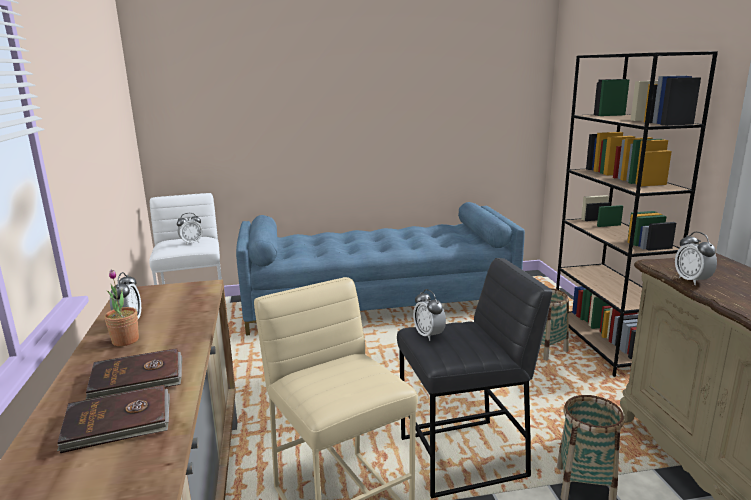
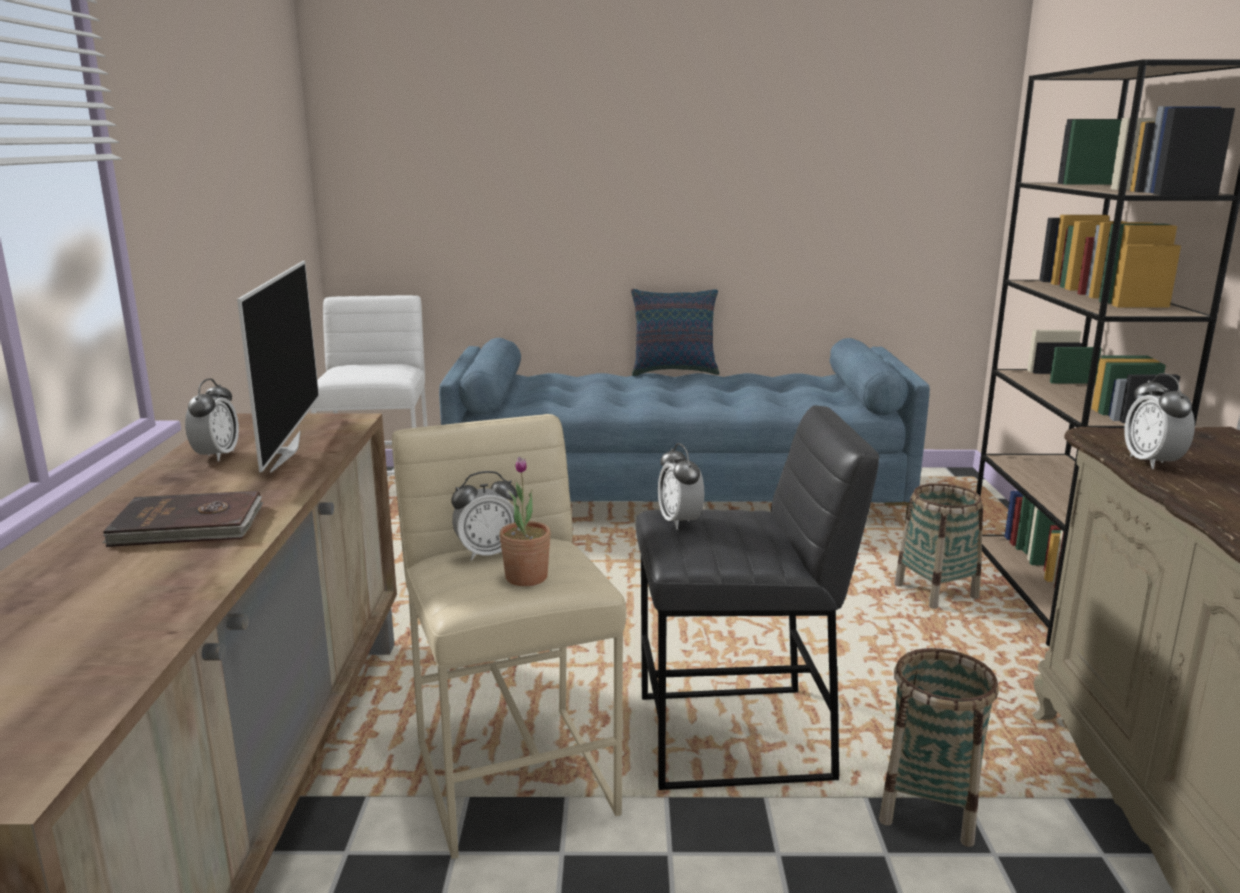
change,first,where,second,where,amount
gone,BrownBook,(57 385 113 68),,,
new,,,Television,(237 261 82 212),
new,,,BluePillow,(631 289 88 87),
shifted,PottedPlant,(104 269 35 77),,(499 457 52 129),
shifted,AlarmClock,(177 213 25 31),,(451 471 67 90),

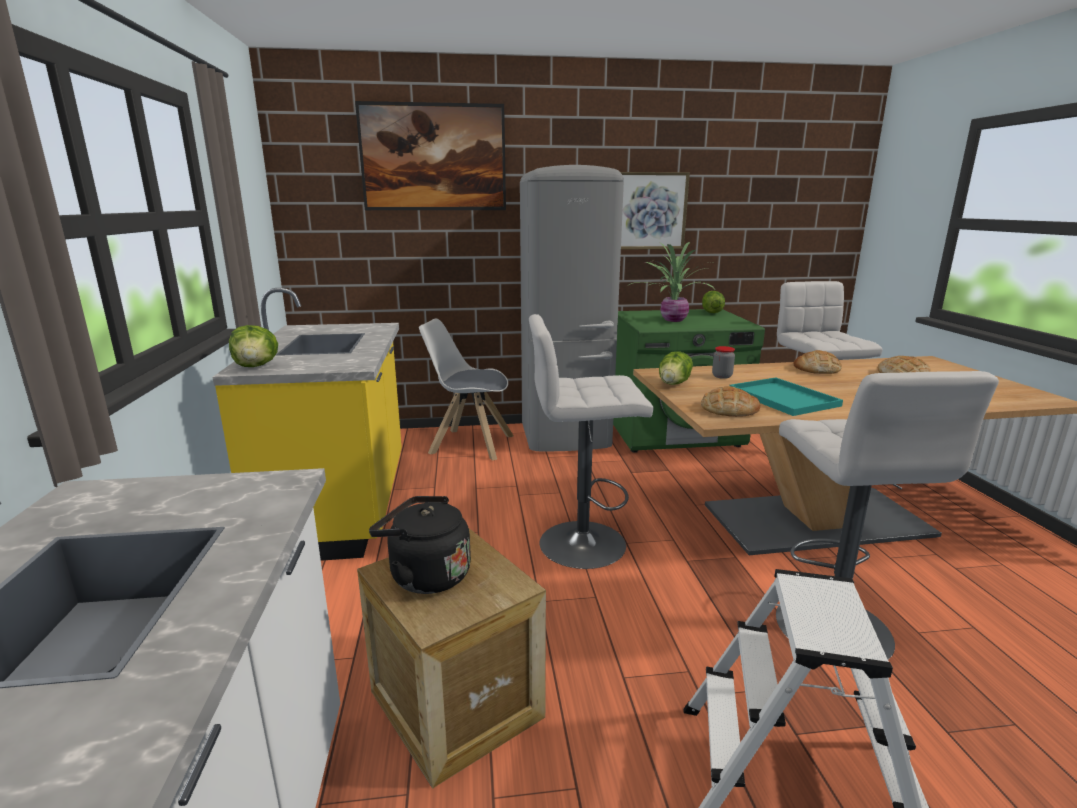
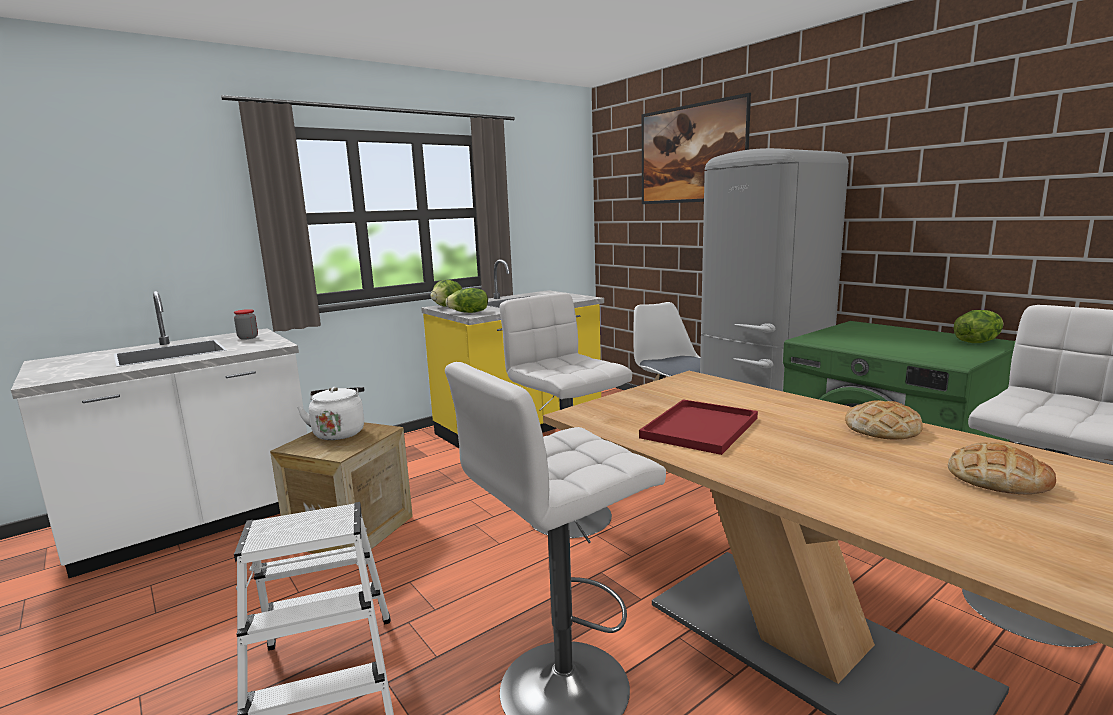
change,first,where,second,where,amount
gone,Picture,(621 172 69 78),,,
gone,PottedPlant,(627 242 88 80),,,
gone,Bread,(701 386 59 31),,,
shifted,Lettuce,(659 351 34 34),,(445 288 43 25),
shifted,Jar,(712 346 23 33),,(234 309 24 31),
repainted,BlackKettle,(369 496 102 98),WhiteKettle,(297 387 67 53),
repainted,TurquoiseTray,(729 377 114 39),RedTray,(639 399 119 56),

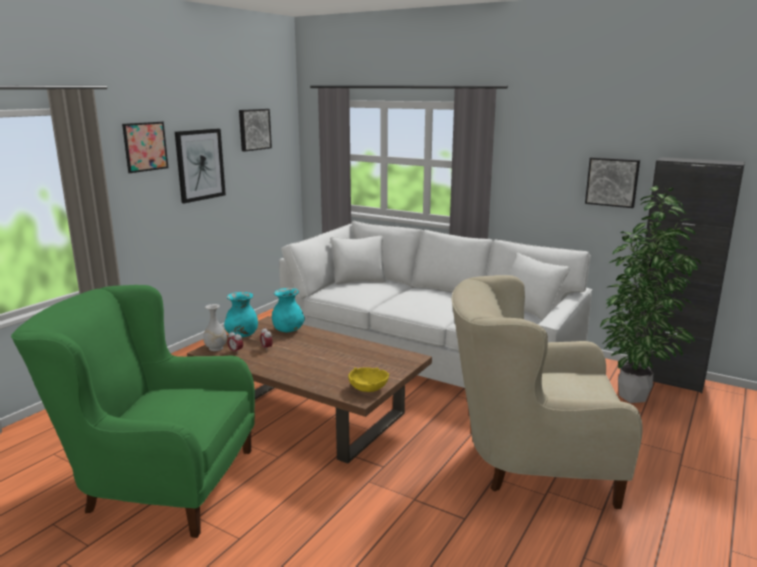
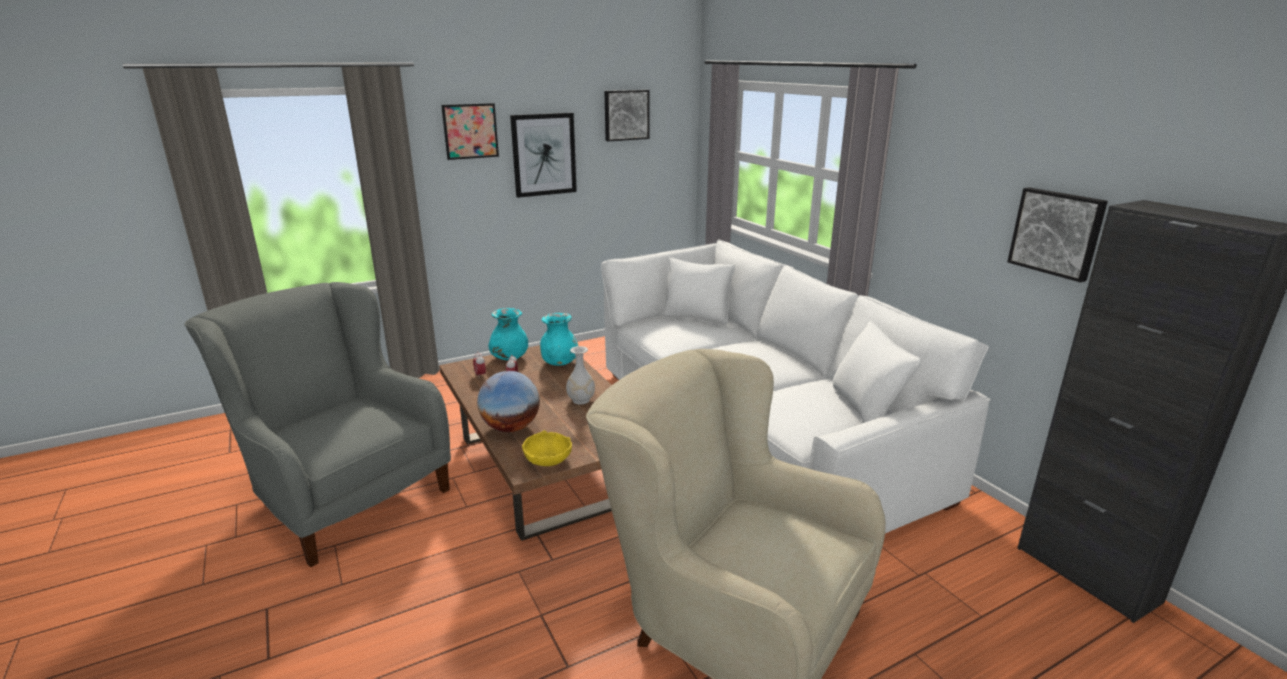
change,first,where,second,where,amount
gone,PottedPlant,(600 186 102 217),,,
new,,,Globe,(477 371 63 61),
shifted,WhiteVase,(203 304 24 47),,(566 346 29 59),
repainted,GreenArmchair,(11 285 244 253),GreyArmchair,(184 282 267 285),

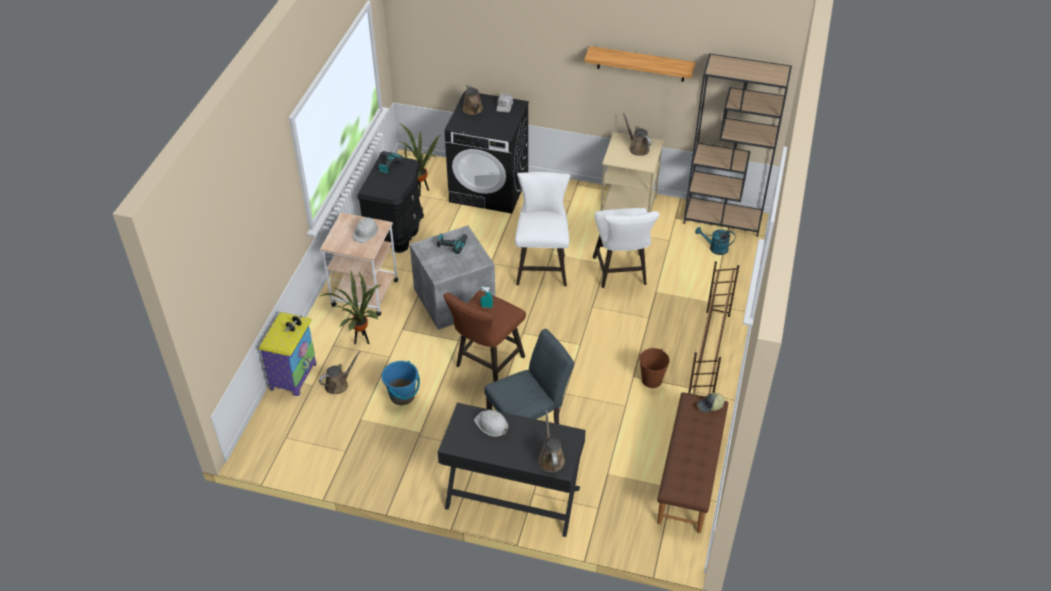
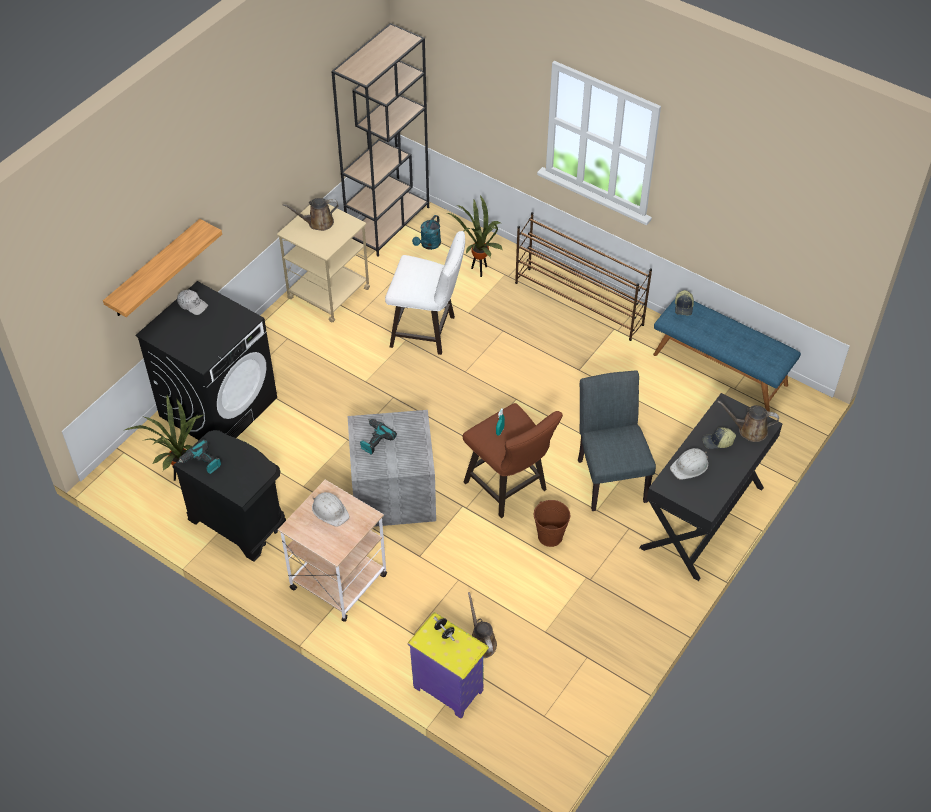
change,first,where,second,where,amount
gone,BlueBucket,(381 361 39 44),,,
gone,BrownWateringCan,(463 84 20 31),,,
gone,WhiteStool,(515 172 56 114),,,
new,,,Cap,(703 428 33 21),
shifted,PottedPlant,(320 270 61 74),,(447 195 56 82),
shifted,Shelf,(584 46 111 36),,(103 219 119 98),
shifted,BrownBucket,(639 348 31 40),,(534 500 36 47),
repainted,BrownBench,(657 392 71 141),BlueBench,(653 299 148 113),

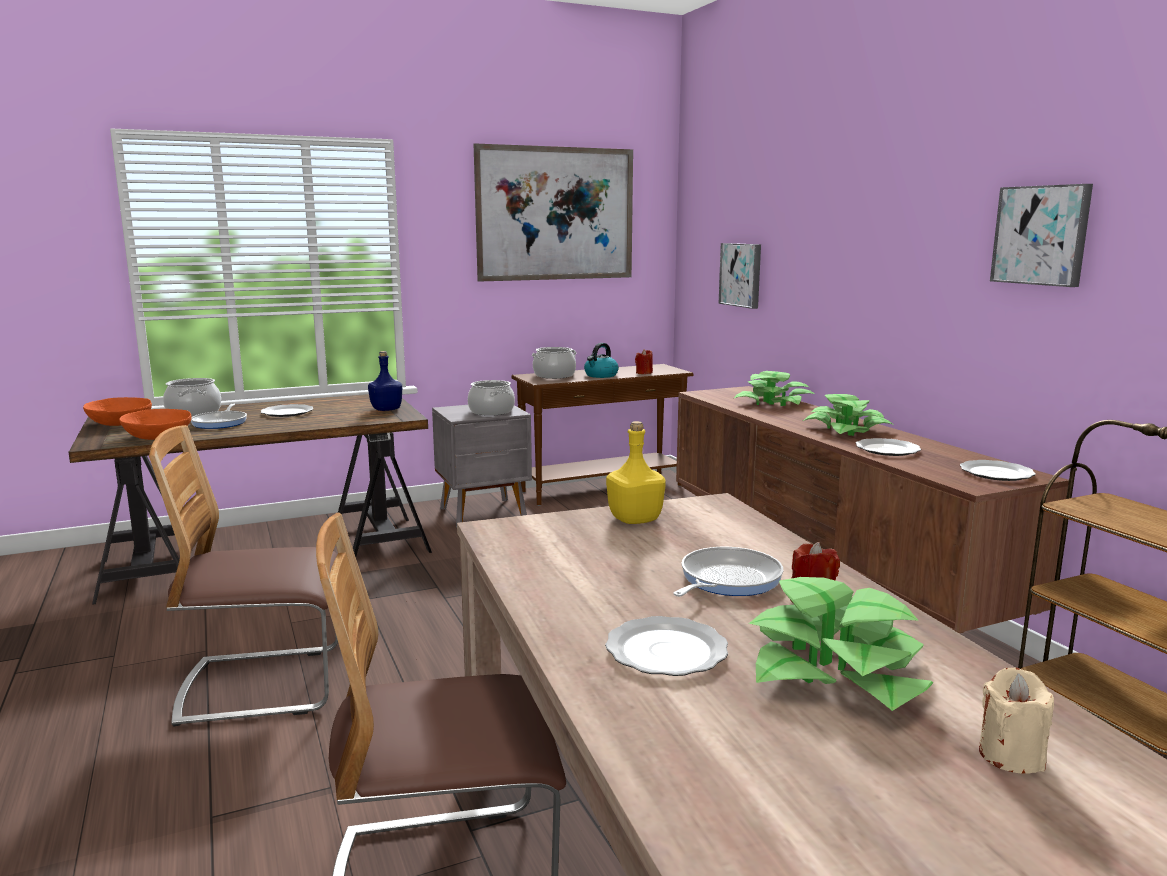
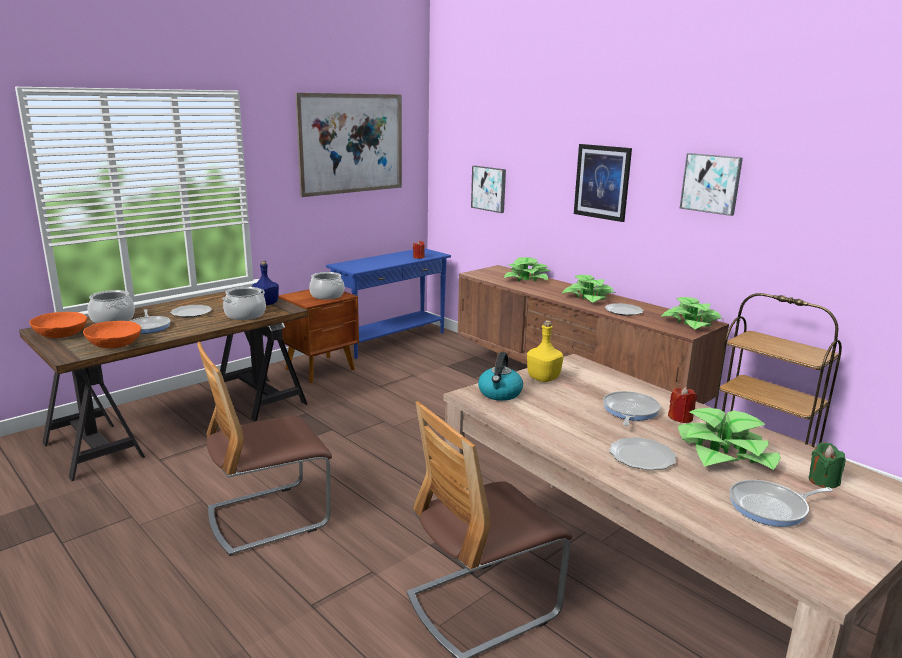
change,first,where,second,where,amount
new,,,Picture,(574 144 58 78),
new,,,FryingPan,(729 480 104 47),
shifted,CookingPot,(532 347 45 32),,(222 287 44 33),
shifted,Kettle,(584 343 35 35),,(478 352 45 49),
swapped,Plate,(960 460 76 21),PottedPlant,(661 297 62 32),
repainted,GreyNightstand,(432 405 100 123),BrownNightstand,(278 289 81 94),
repainted,BrownConsoleTable,(512 364 181 142),BlueConsoleTable,(326 248 125 111),
repainted,BeigeCandle,(979 667 75 107),GreenCandle,(809 442 37 46),

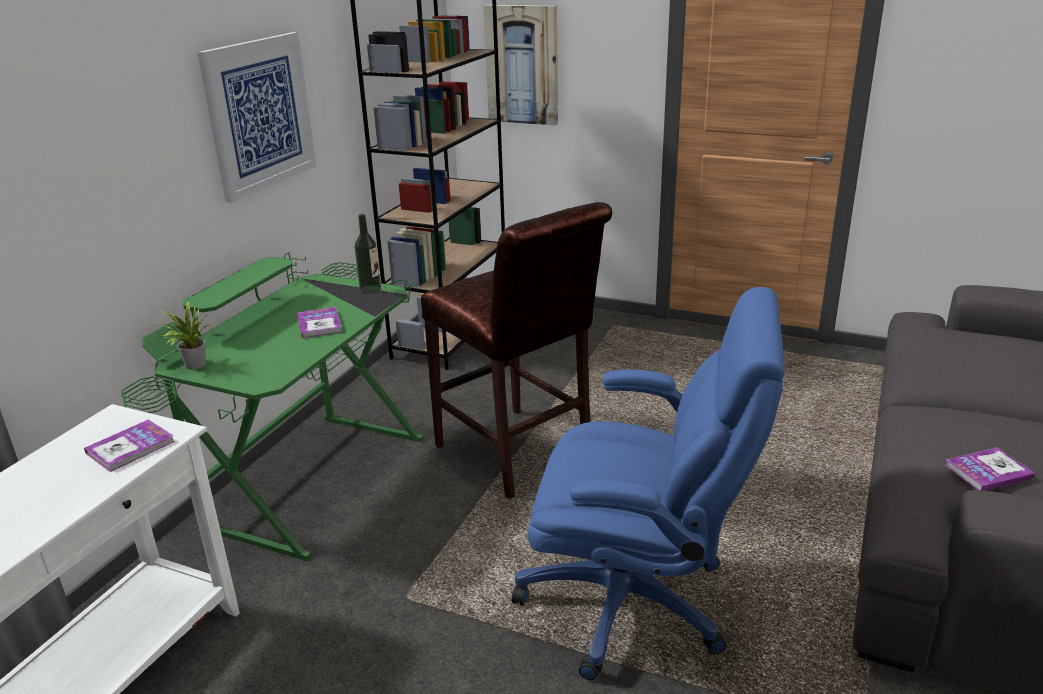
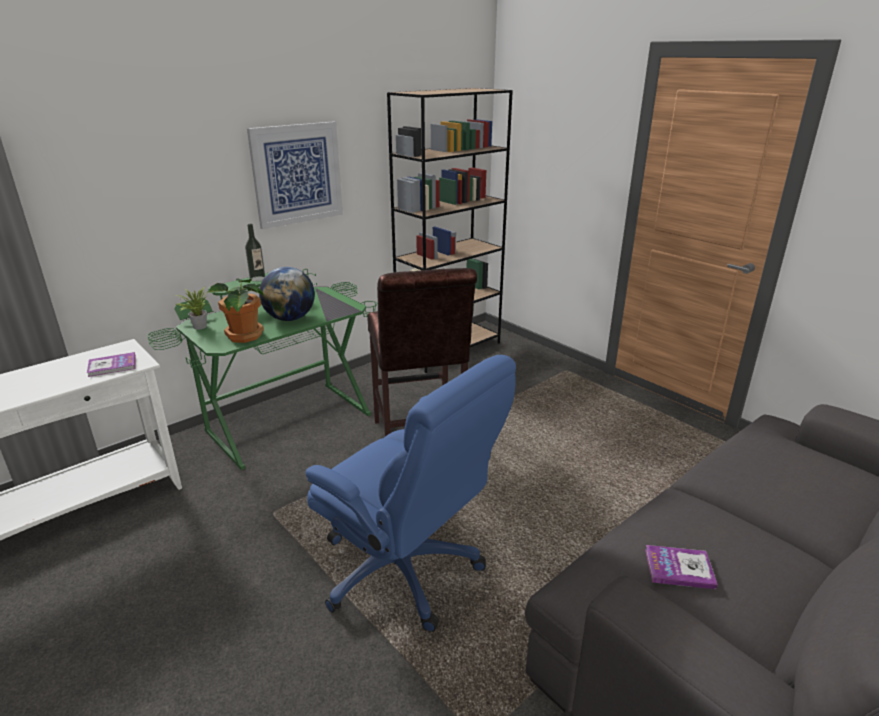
change,first,where,second,where,amount
gone,Picture,(484 5 74 120),,,
new,,,PottedPlant,(207 278 57 65),
shifted,Bottle,(354 214 27 80),,(245 224 20 58),
swapped,Book,(297 307 45 31),Globe,(259 267 56 54),

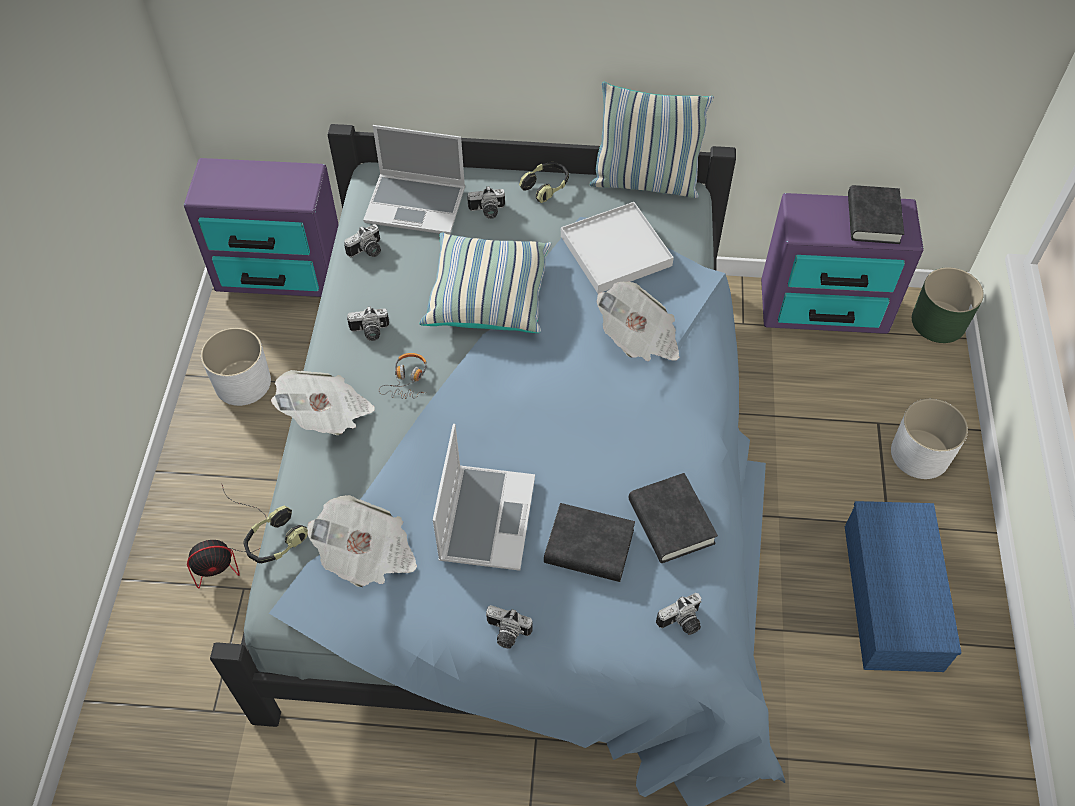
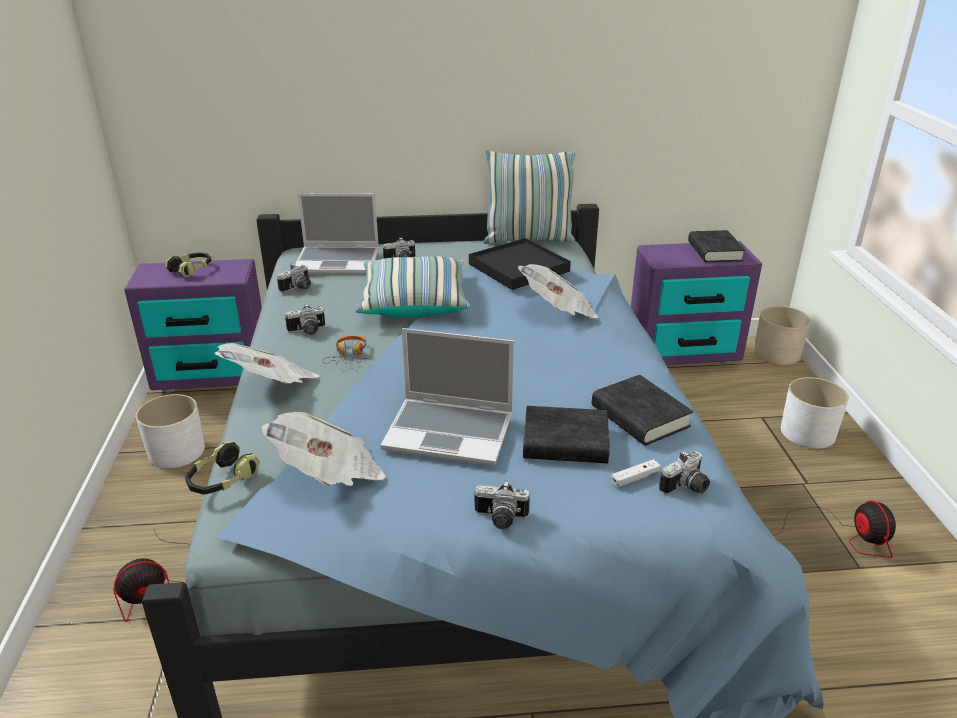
change,first,where,second,where,amount
new,,,WhiteGameController,(611 459 50 29),
shifted,Headphones,(519 162 50 41),,(165 252 46 25),
swapped,BlueStorageBox,(845 501 117 171),Fan,(774 500 122 58),
repainted,WhiteTray,(561 202 113 91),BlackTray,(469 238 102 52),
repainted,GreenPlanter,(912 267 72 76),BeigePlanter,(754 306 57 59),
rotated,Laptop,(433 424 102 147),,(381 328 133 138),105 degrees clockwise

